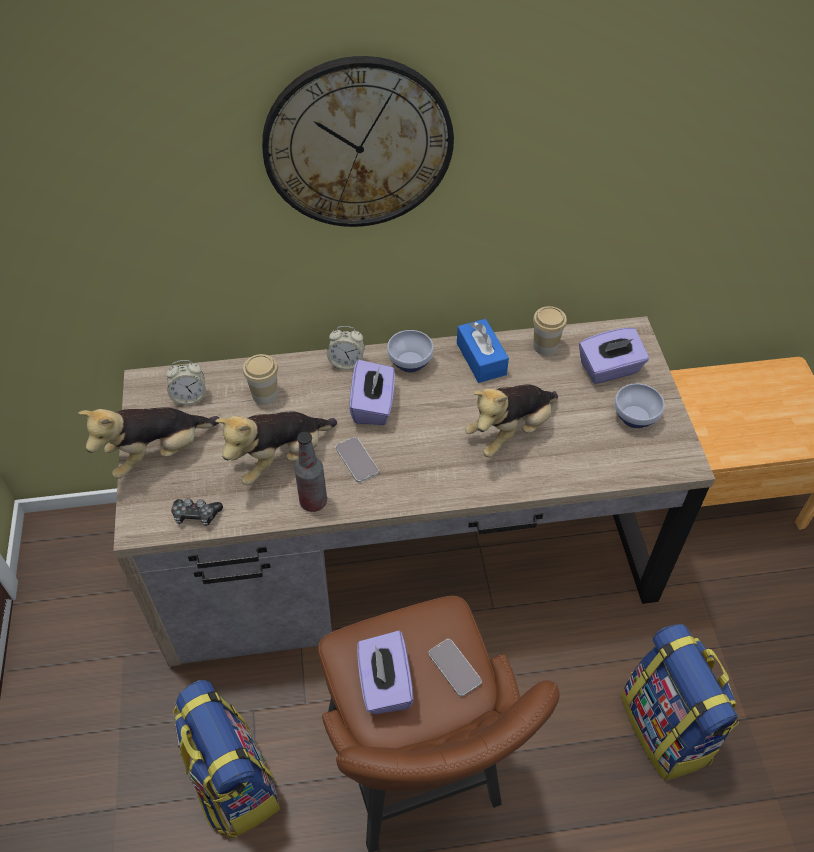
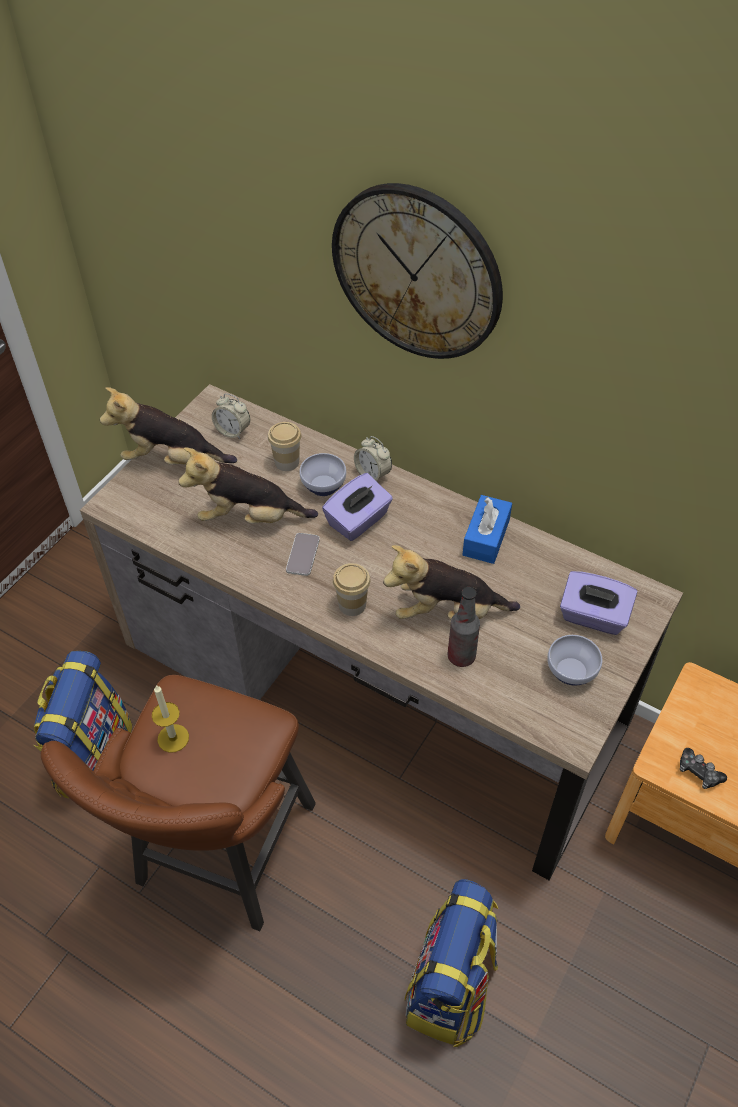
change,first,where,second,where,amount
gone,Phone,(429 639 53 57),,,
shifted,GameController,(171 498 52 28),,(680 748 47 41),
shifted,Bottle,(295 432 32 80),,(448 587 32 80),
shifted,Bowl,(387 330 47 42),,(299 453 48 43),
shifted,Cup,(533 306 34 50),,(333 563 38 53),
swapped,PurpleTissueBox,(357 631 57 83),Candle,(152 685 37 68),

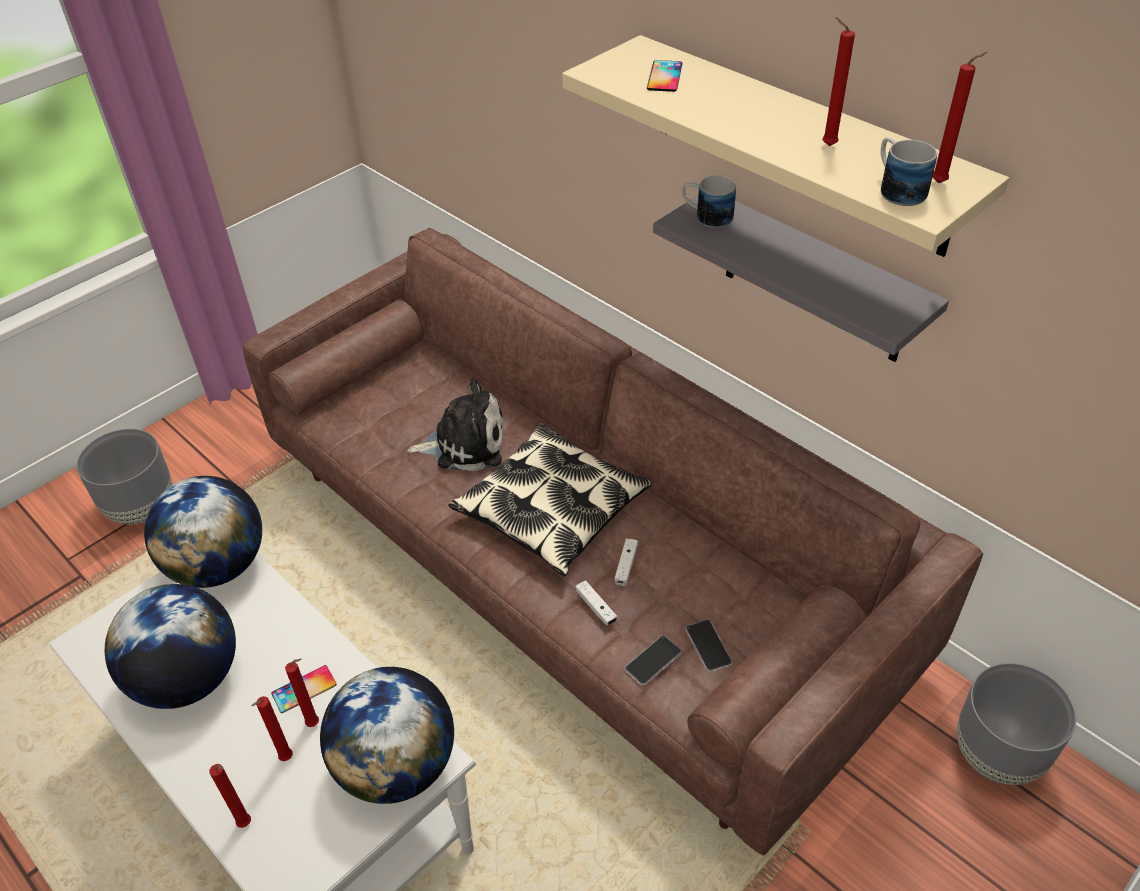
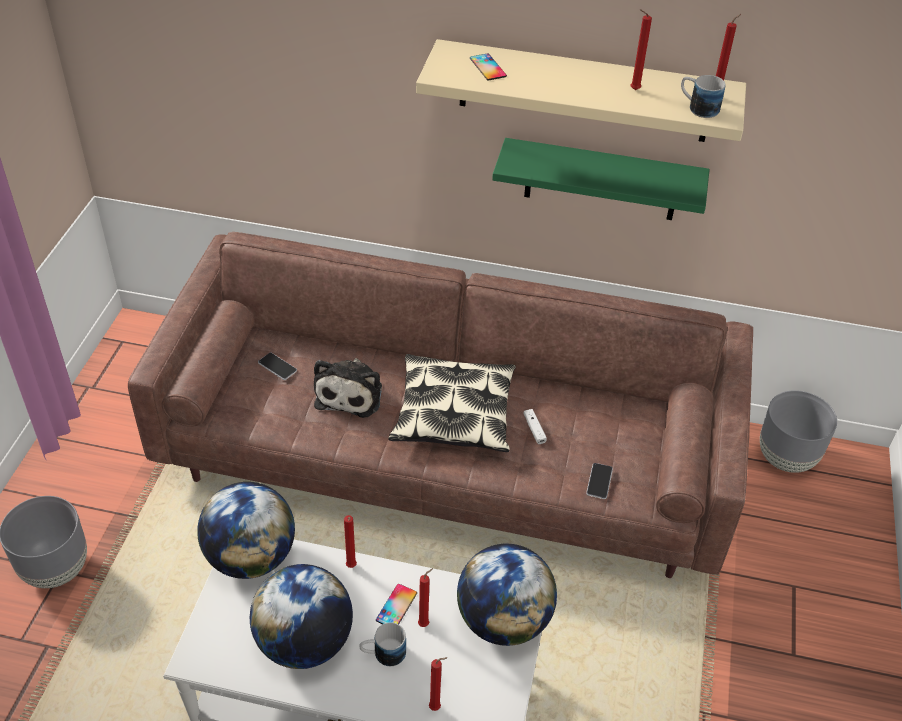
change,first,where,second,where,amount
gone,WhiteGameController,(576 580 41 46),,,
shifted,RedCandle,(252 696 41 65),,(344 515 13 53),
shifted,Mug,(682 176 54 52),,(359 622 47 44),
shifted,Phone,(686 620 46 52),,(258 353 39 27),
repainted,GreyShelf,(653 196 296 166),GreenShelf,(492 138 218 82),
rotated,PlushToy,(407 378 97 93),,(314 358 68 60),135 degrees clockwise

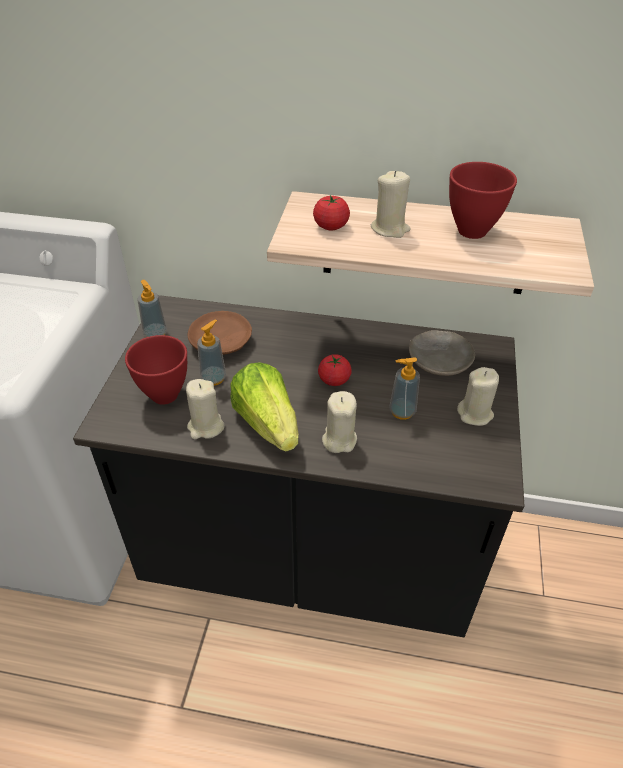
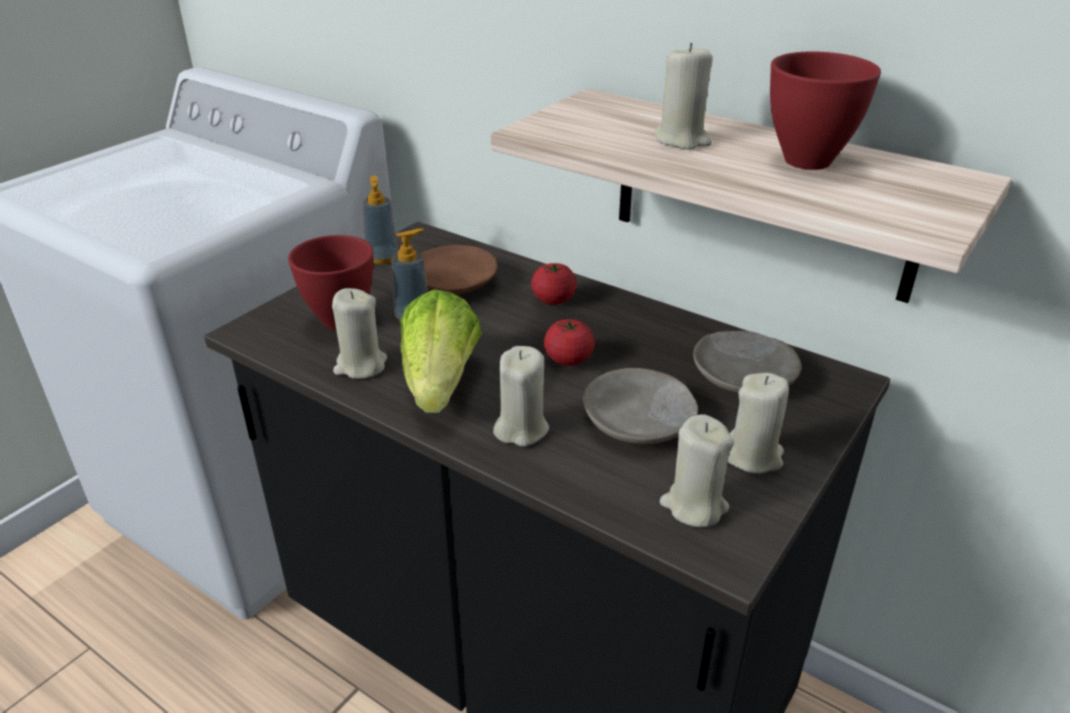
change,first,where,second,where,amount
new,,,BeigeCandle,(660 414 74 113),
shifted,Tomato,(313 195 37 35),,(531 262 46 43),
swapped,SoapDispenser,(390 357 30 63),BeigePlate,(583 368 115 76),

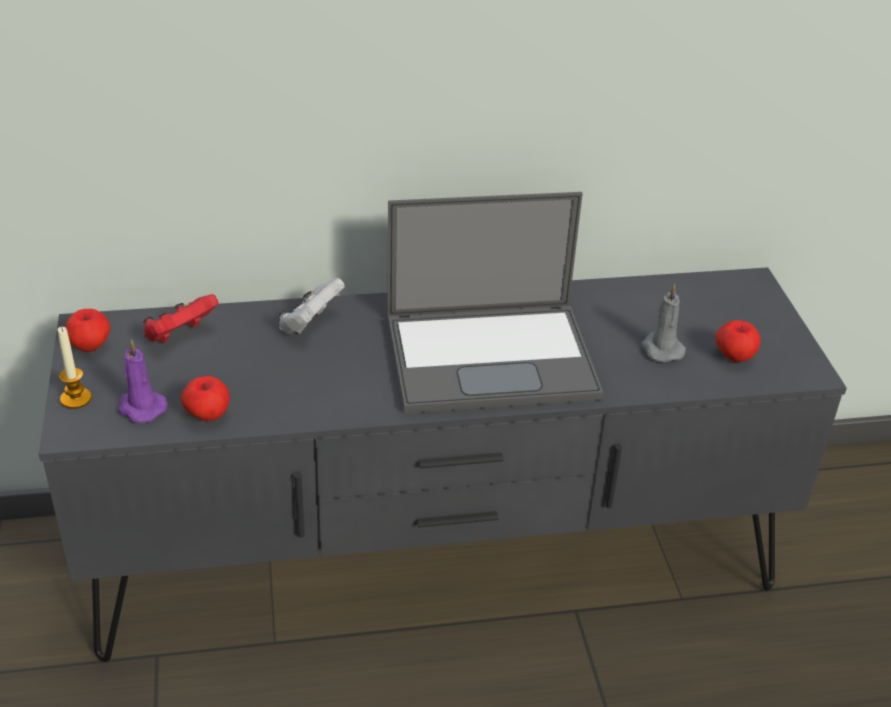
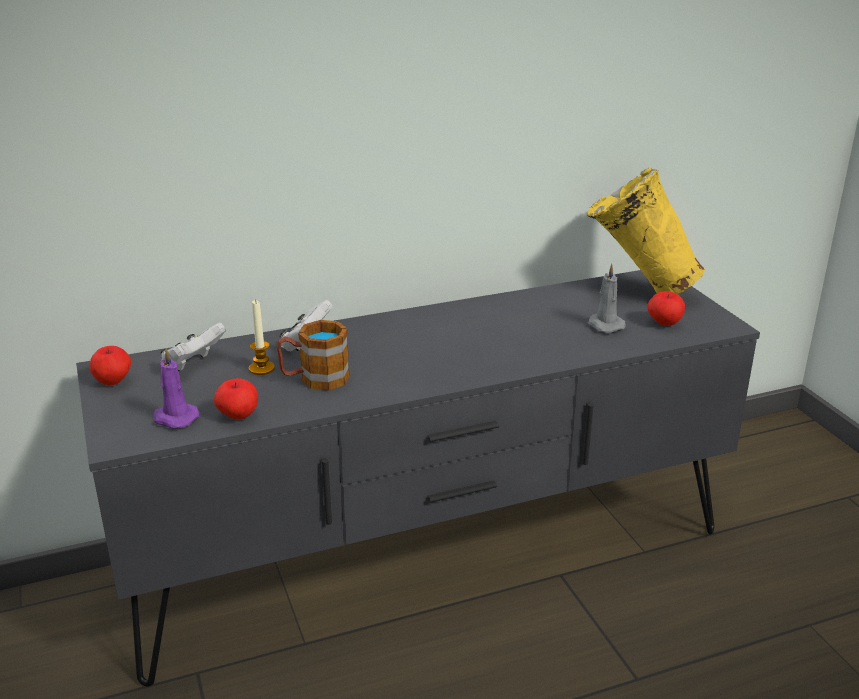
change,first,where,second,where,amount
gone,Laptop,(387 192 216 222),,,
new,,,Mug,(276 320 74 70),
new,,,YellowVase,(587 167 118 128),
shifted,Candle,(57 326 35 83),,(249 299 26 76),
repainted,RedGameController,(143 294 76 49),WhiteGameController,(160 323 66 48),

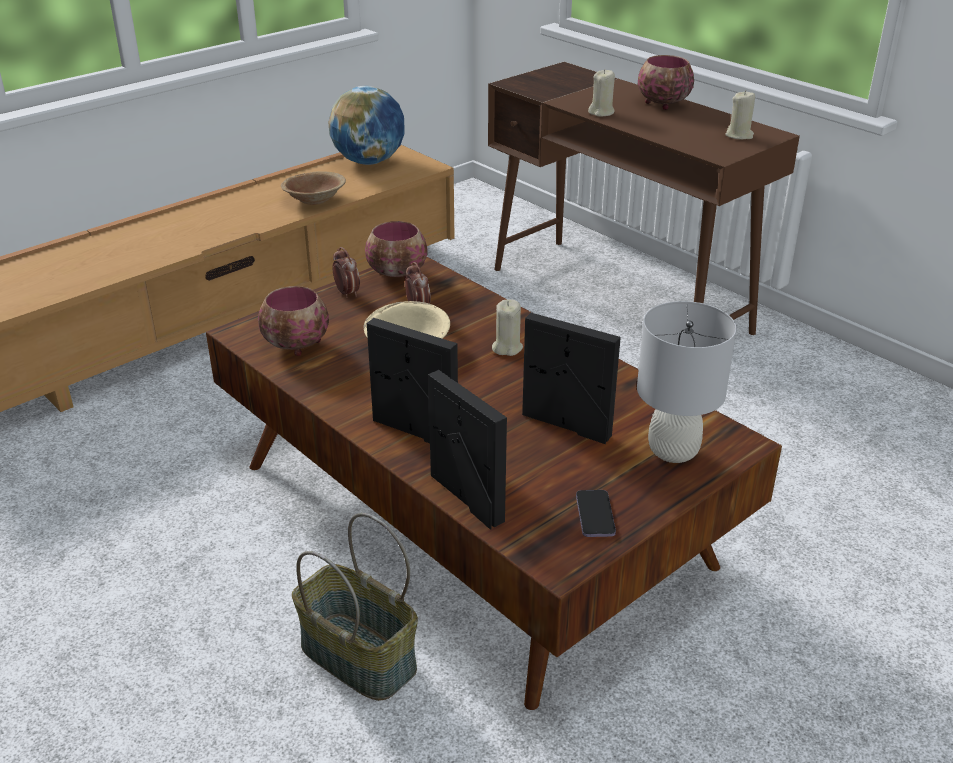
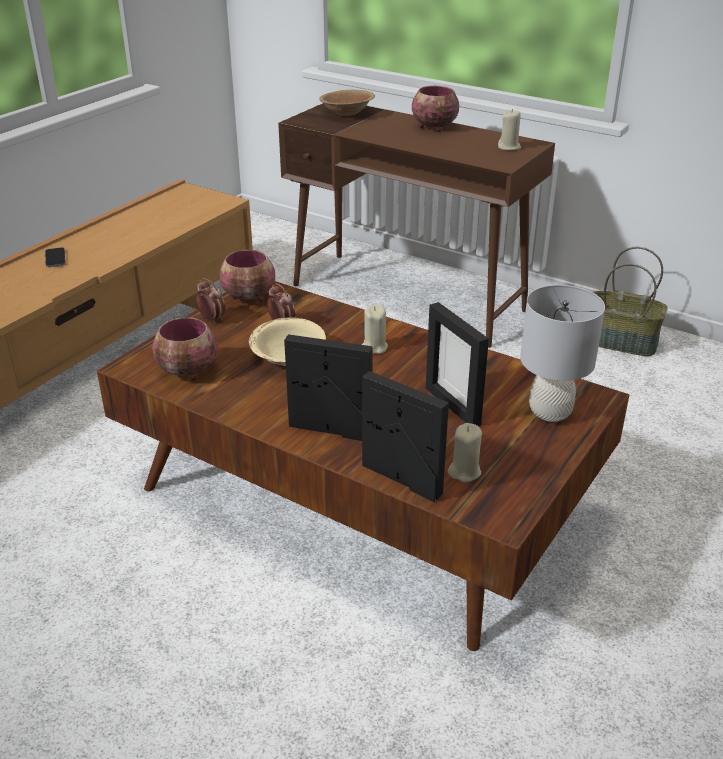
change,first,where,second,where,amount
gone,Globe,(328 86 77 79),,,
shifted,BrownBowl,(281 171 65 34),,(319 90 56 26),
shifted,Basket,(292 513 126 188),,(593 247 75 109),
shifted,Phone,(576 490 40 47),,(45 248 21 19),
shifted,BeigeCandle,(588 69 27 47),,(448 423 34 60),
rotated,PictureFrame,(522 313 99 131),,(426 302 63 124),135 degrees counterclockwise

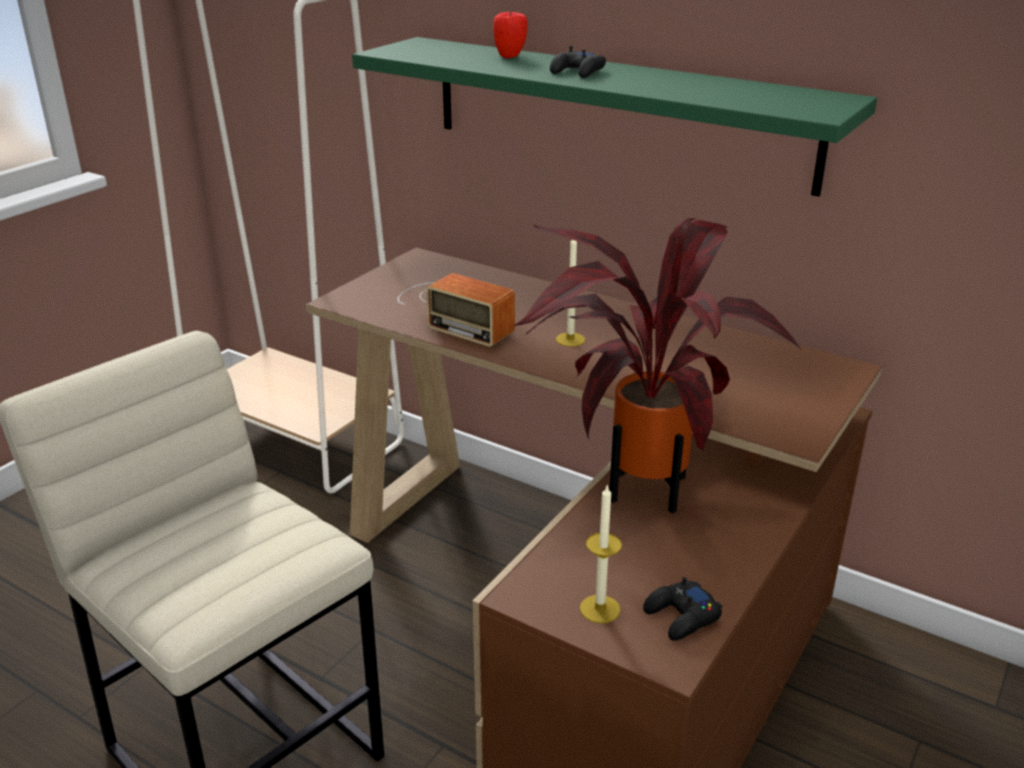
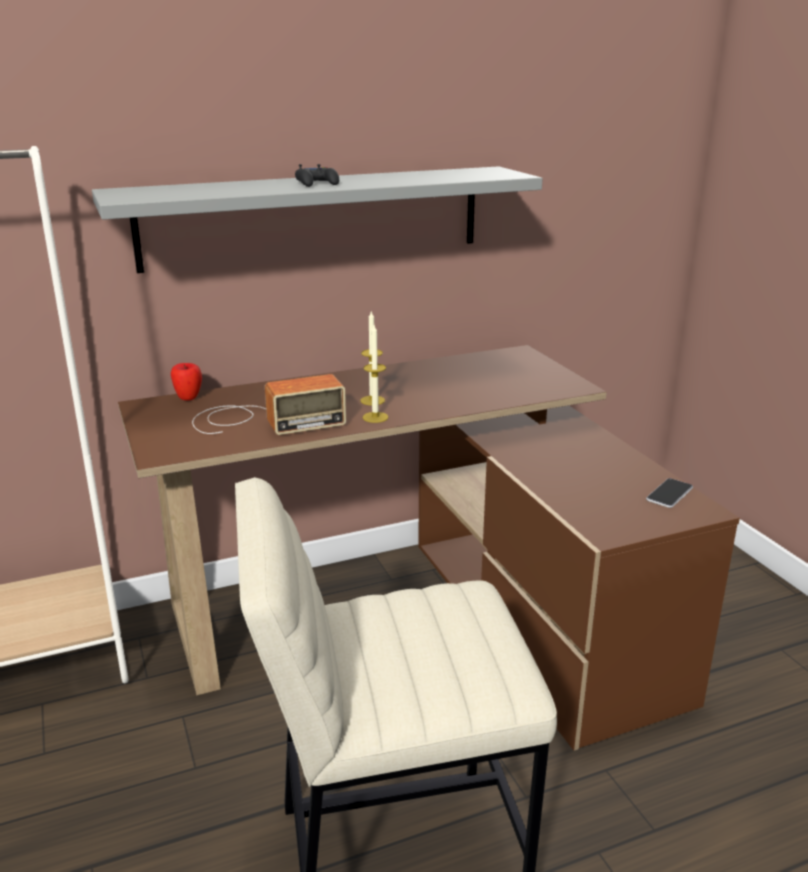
change,first,where,second,where,amount
gone,PottedPlant,(514 218 286 295),,,
shifted,Apple,(493 12 35 46),,(171 363 31 38),
shifted,Candle,(580 484 42 139),,(363 325 25 98),
swapped,BlackGameController,(643 577 79 64),Phone,(646 478 47 30),
repainted,GreenShelf,(352 37 525 159),GreyShelf,(92 166 451 107),

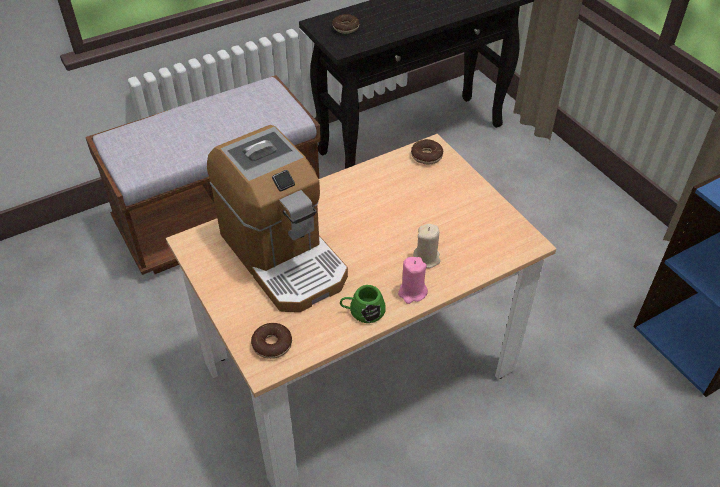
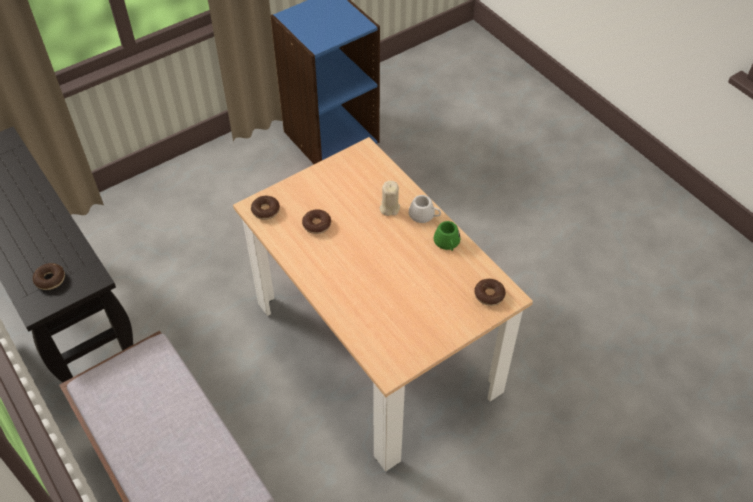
change,first,where,second,where,amount
gone,CoffeeMachine,(207 125 141 187),,,
new,,,Donut,(302 209 29 25),
swapped,PinkCandle,(398 257 30 47),WhiteMug,(409 195 32 28),

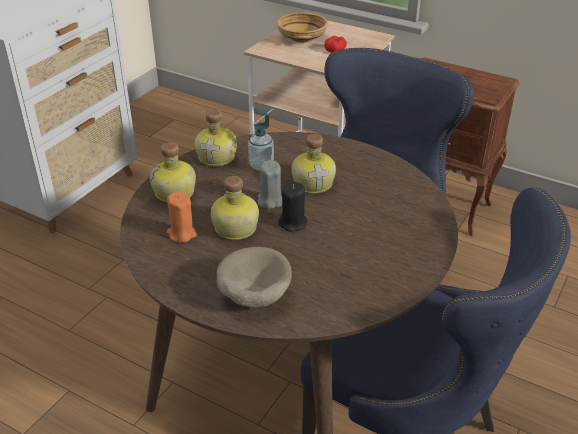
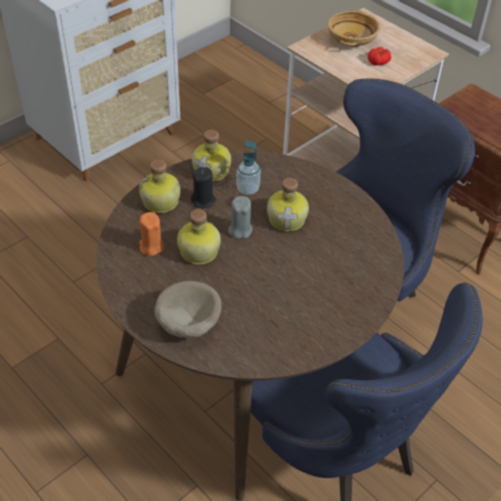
change,first,where,second,where,amount
shifted,BlackCandle,(278 182 29 50),,(191 167 25 41),

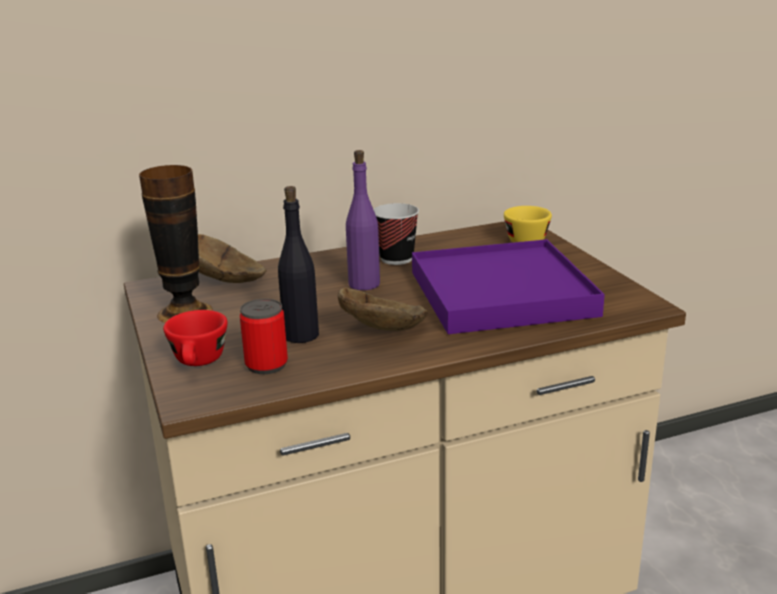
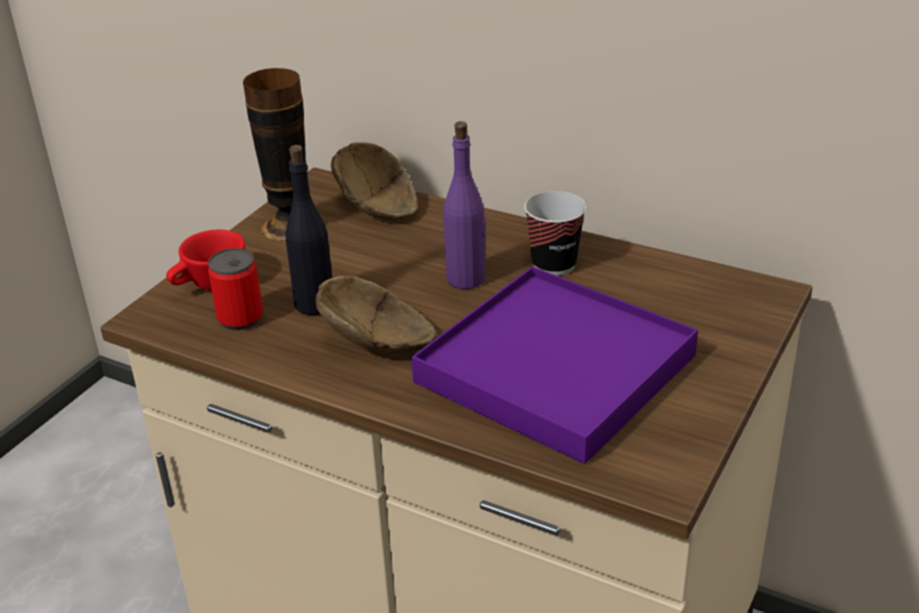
change,first,where,second,where,amount
gone,YellowCup,(504 206 48 37),,,

